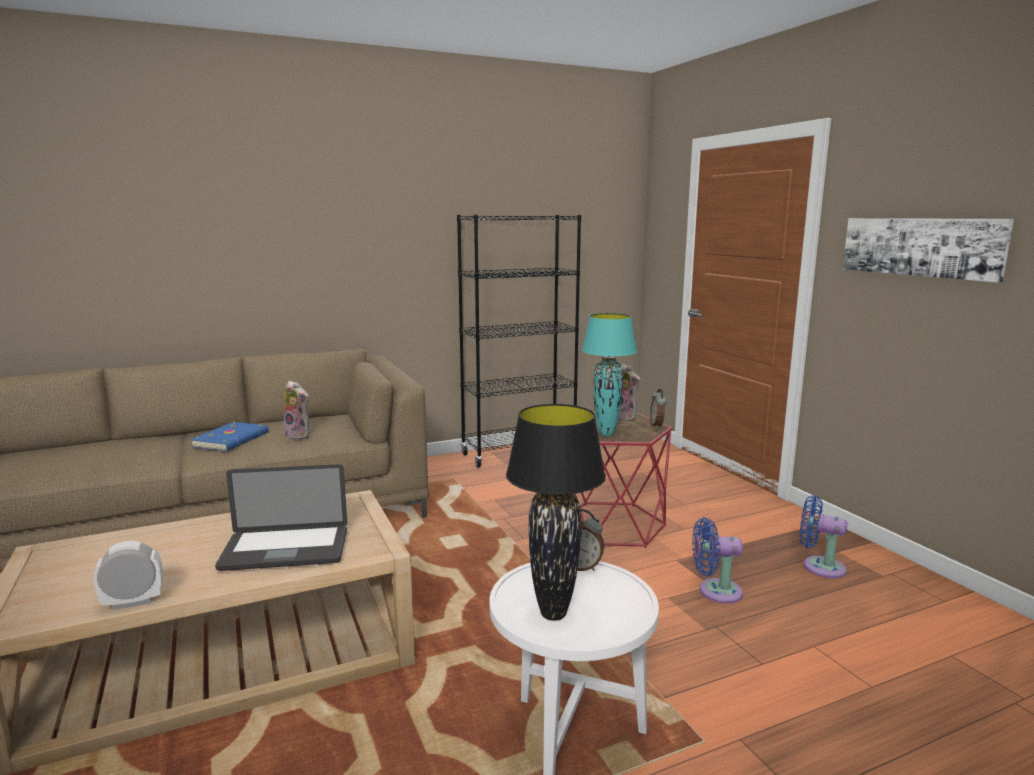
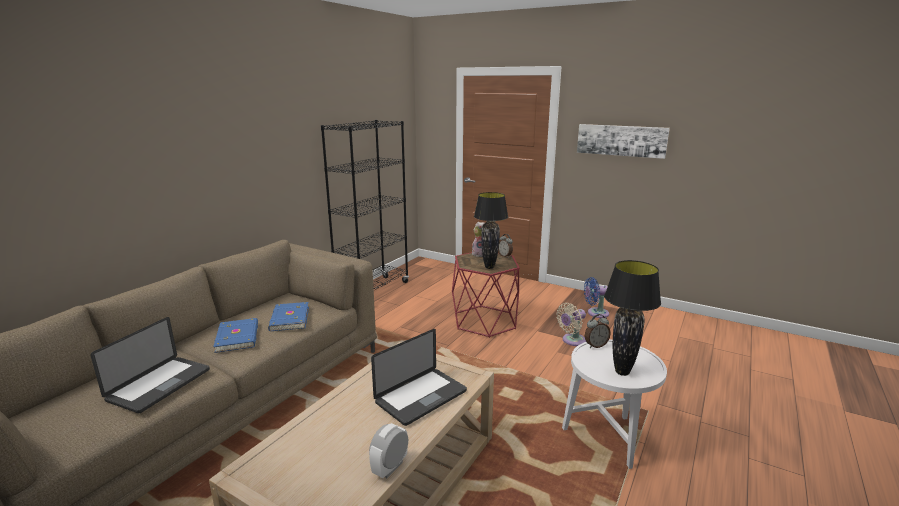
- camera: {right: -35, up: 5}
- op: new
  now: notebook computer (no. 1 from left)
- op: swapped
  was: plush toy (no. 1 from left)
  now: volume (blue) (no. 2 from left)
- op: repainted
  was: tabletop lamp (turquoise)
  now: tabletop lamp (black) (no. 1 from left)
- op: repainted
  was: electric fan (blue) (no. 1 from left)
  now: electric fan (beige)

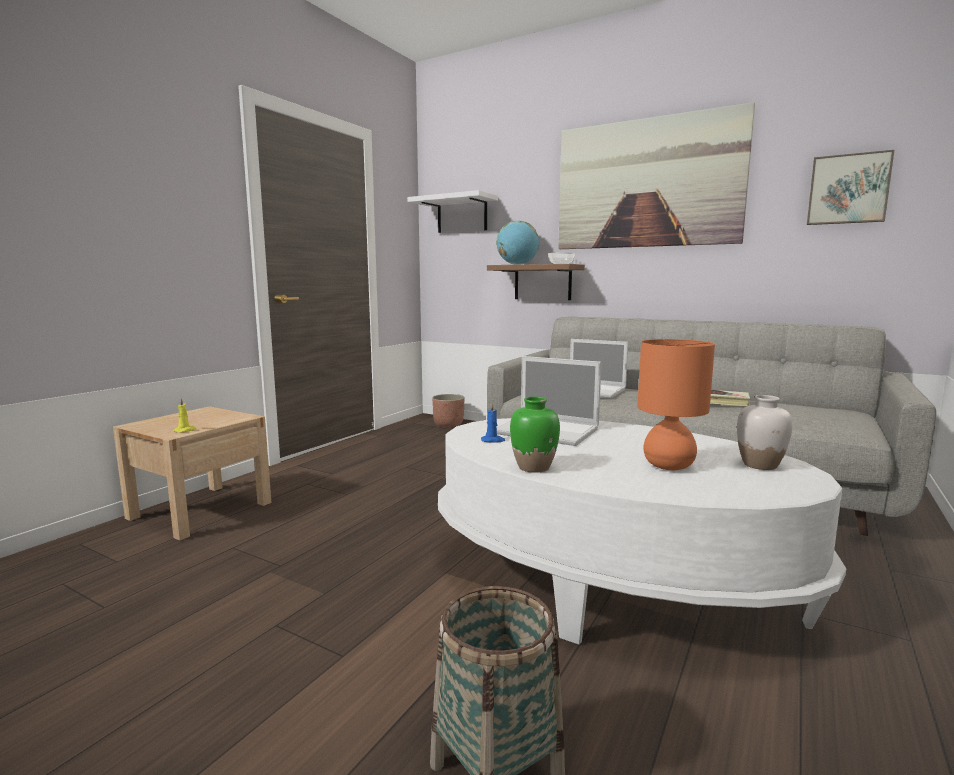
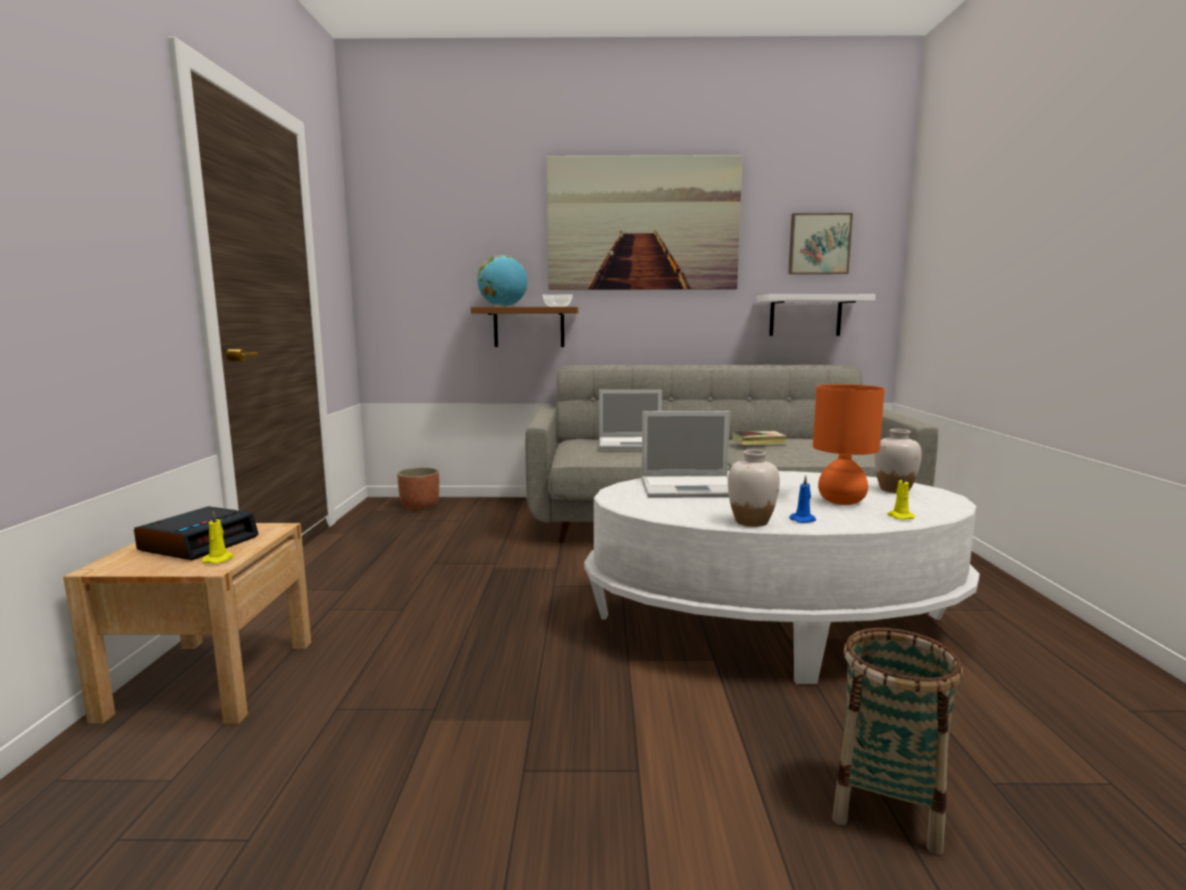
- camera: {right: -30, up: 0}
- op: new
  now: bedside clock
- op: new
  now: candle (yellowish) (no. 2 from left)
- op: shifted
  was: wall shelf (whitish)
- op: shifted
  was: candle (blue)
- op: repainted
  was: vase (green-coloured)
  now: vase (whitish) (no. 1 from left)

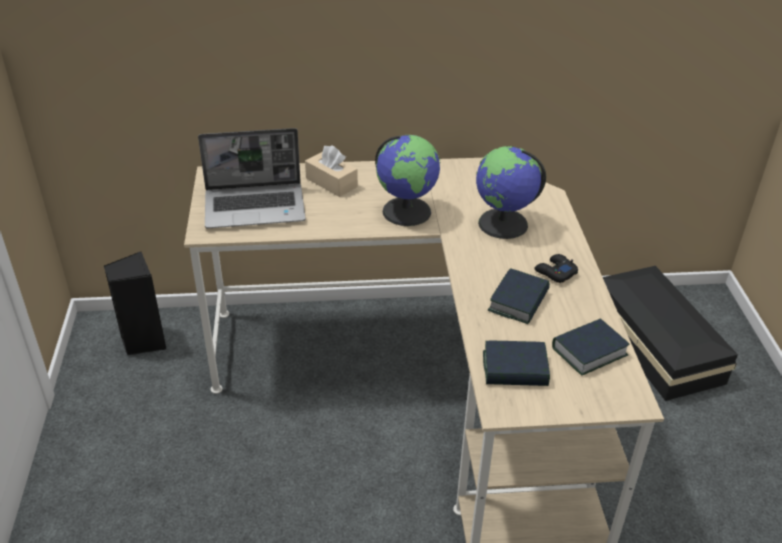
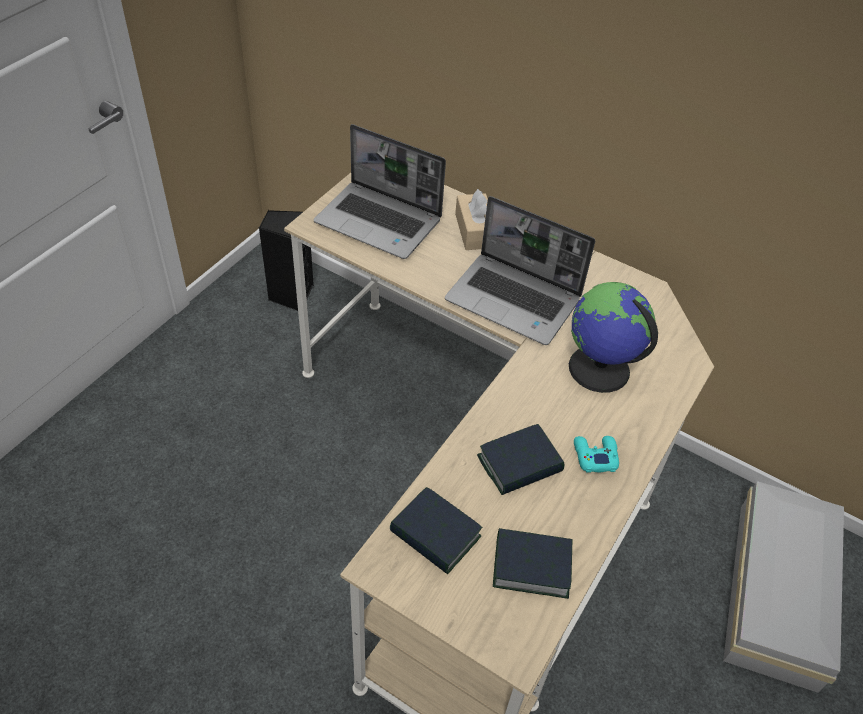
- camera: {right: 35, up: 10}
- op: swapped
  was: globe (no. 1 from left)
  now: notebook computer (no. 2 from left)
- op: repainted
  was: joypad (black)
  now: joypad (turquoise)
- op: repainted
  was: storage container (black)
  now: storage container (whitish)

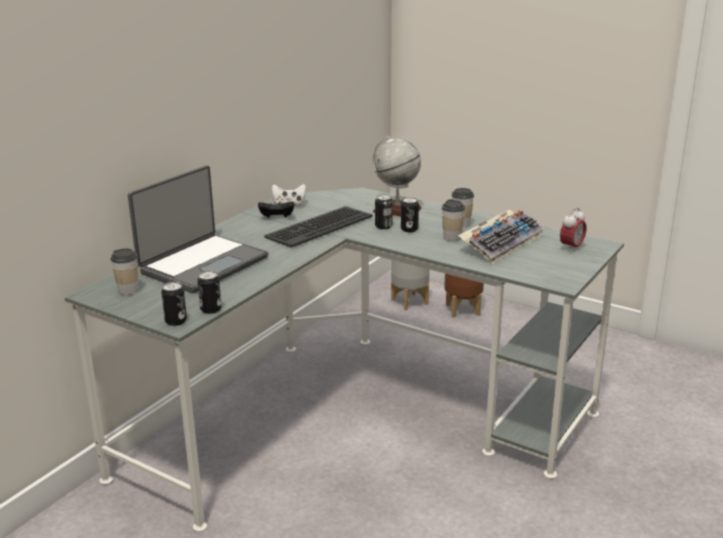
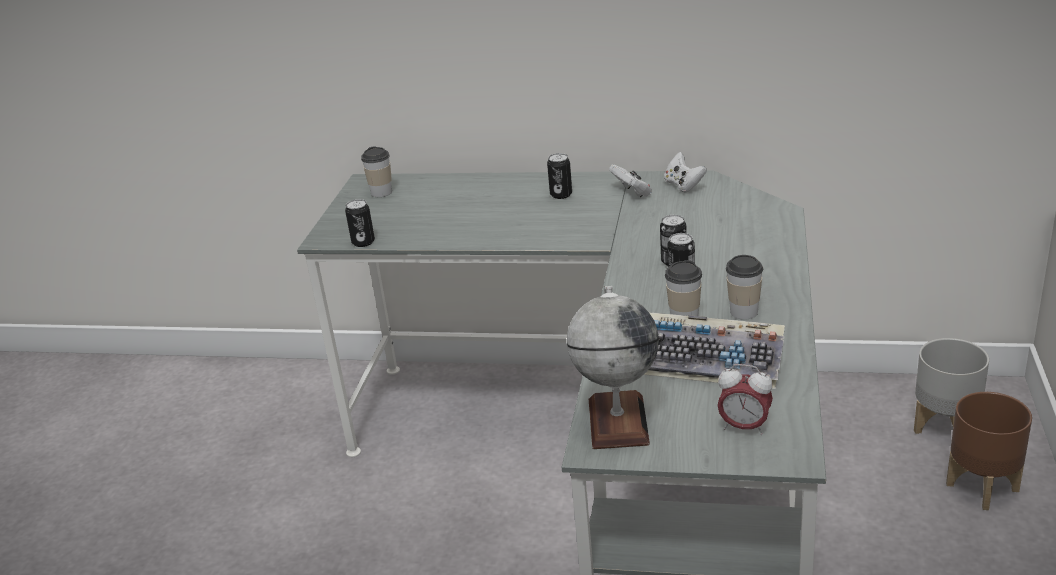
- camera: {right: 70, up: 5}
- op: gone
  was: notebook computer
- op: gone
  was: keyboard (no. 1 from left)
- op: shifted
  was: sealed can (no. 1 from left in the first image)
  now: sealed can (no. 2 from left)
- op: shifted
  was: globe
- op: repainted
  was: joypad (black)
  now: joypad (whitish) (no. 1 from left)

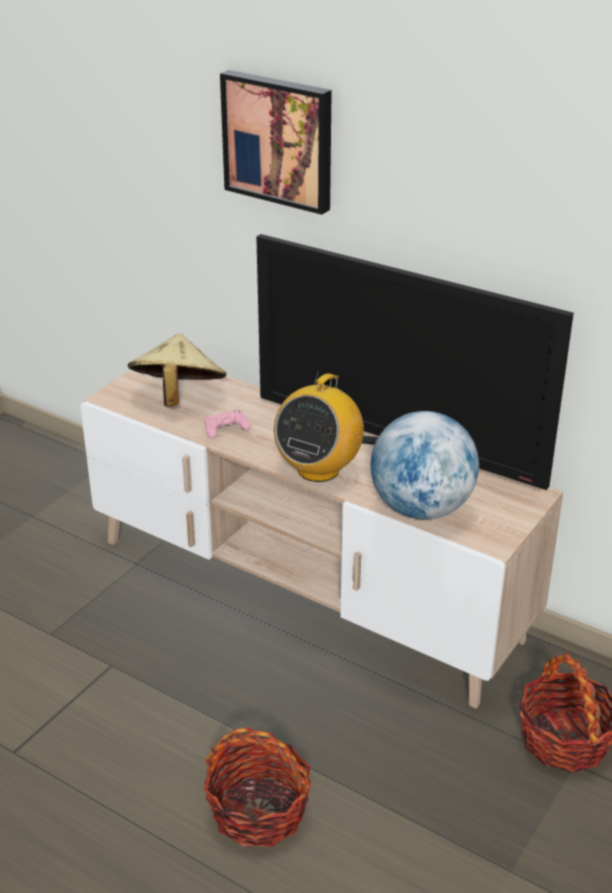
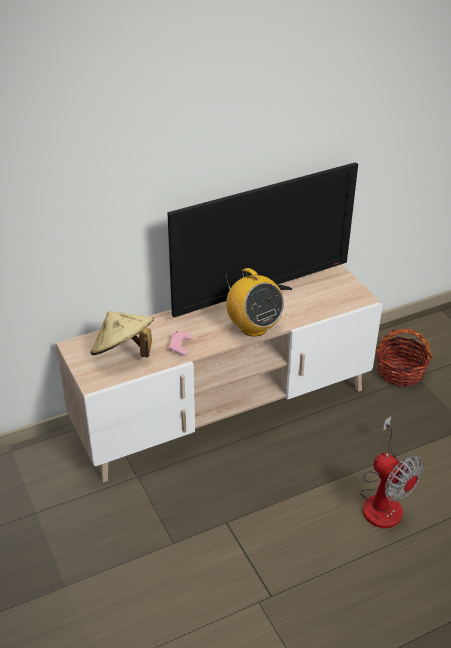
- camera: {right: -60, up: 5}
- op: gone
  was: wall picture
- op: gone
  was: globe
- op: swapped
  was: basket (no. 1 from left)
  now: electric fan

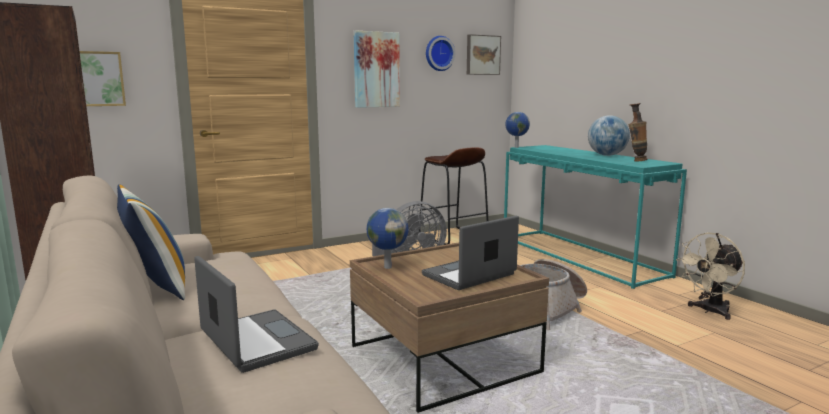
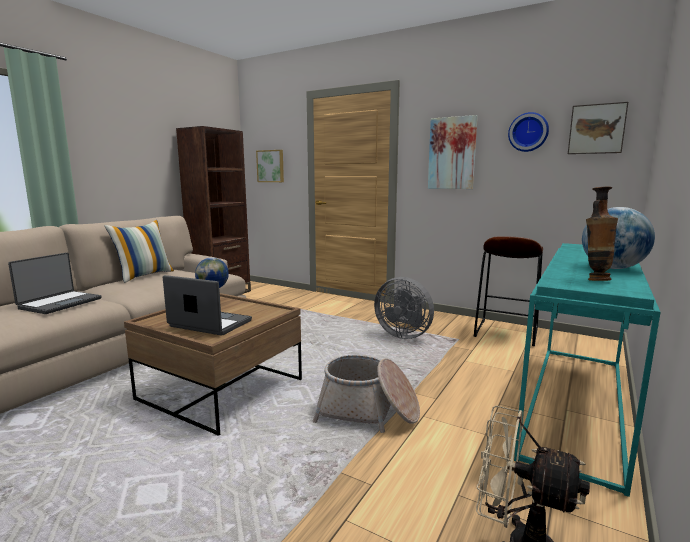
- camera: {right: 60, up: 0}
- op: gone
  was: globe (no. 2 from left)

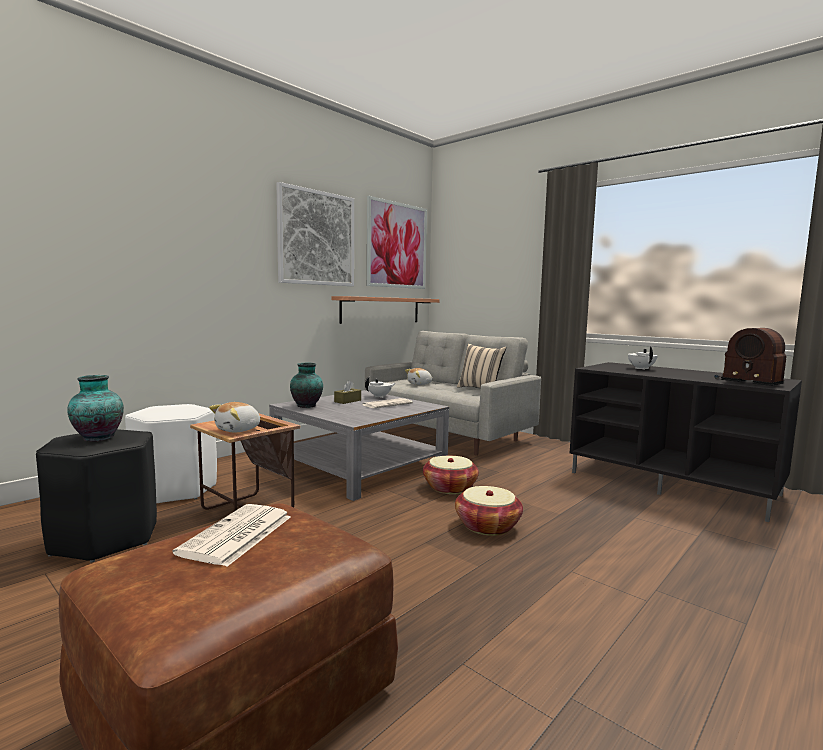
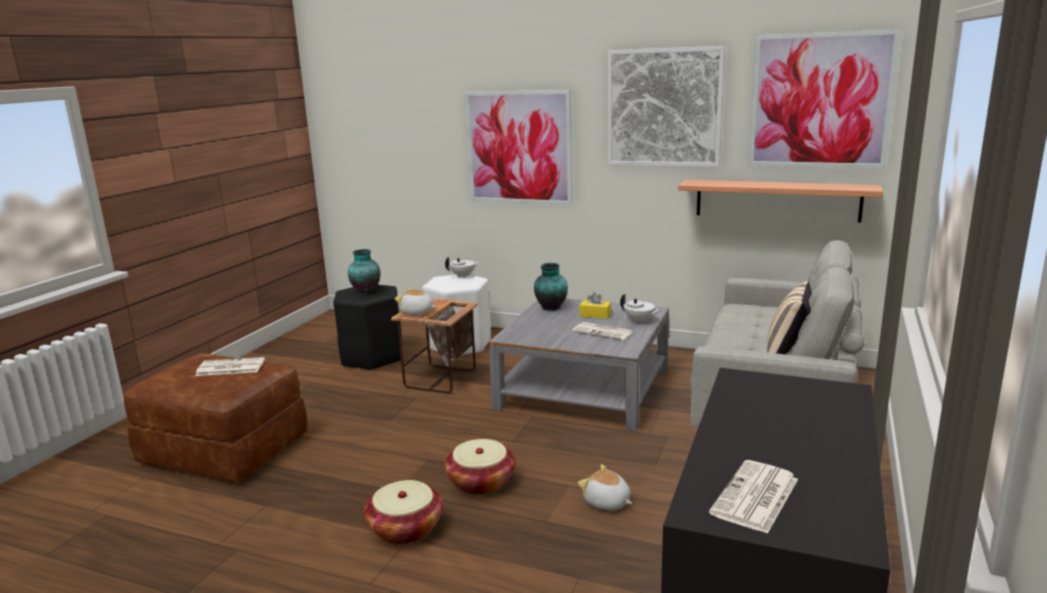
- camera: {right: 70, up: 10}
- op: new
  now: wall picture (no. 1 from left)
- op: shifted
  was: plush toy (no. 2 from left)
- op: shifted
  was: basket (no. 1 from left)
- op: shifted
  was: teapot (whitish) (no. 2 from left in the first image)
  now: teapot (whitish) (no. 1 from left)
- op: swapped
  was: radio receiver
  now: newspaper (no. 3 from left)
- op: repainted
  was: tissue box (brown)
  now: tissue box (yellowish)

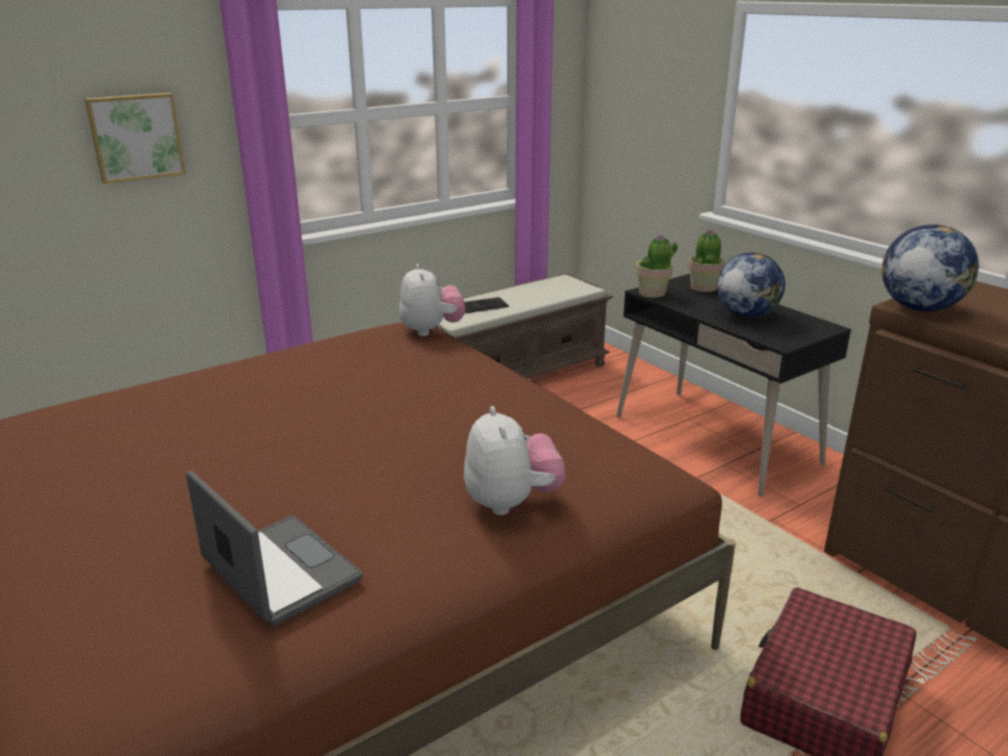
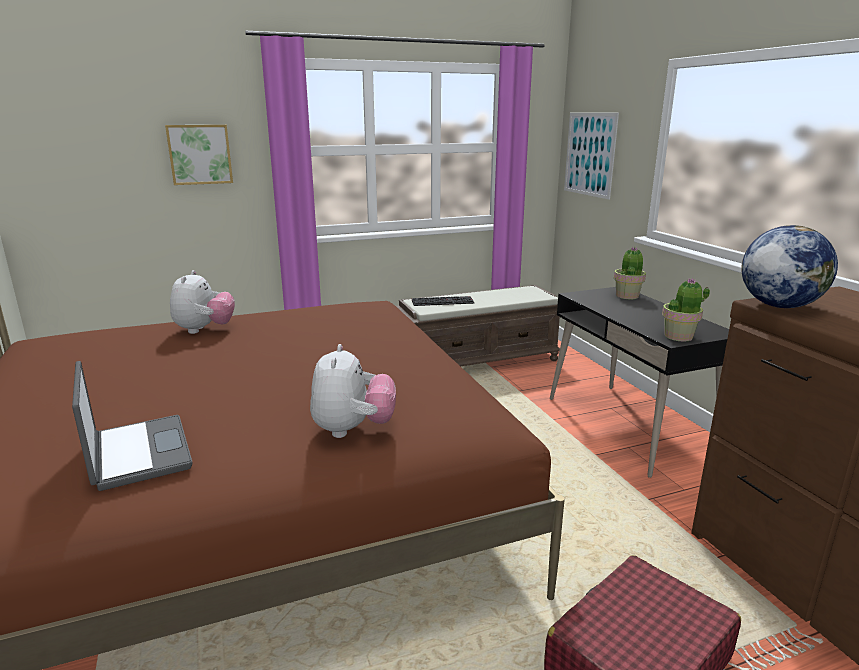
- camera: {right: 15, up: -5}
- op: gone
  was: globe (no. 1 from left)
- op: new
  now: wall picture (no. 2 from left)
- op: shifted
  was: plush toy (no. 1 from left)
- op: shifted
  was: plant in a pot (no. 1 from left in the first image)
  now: plant in a pot (no. 2 from left)

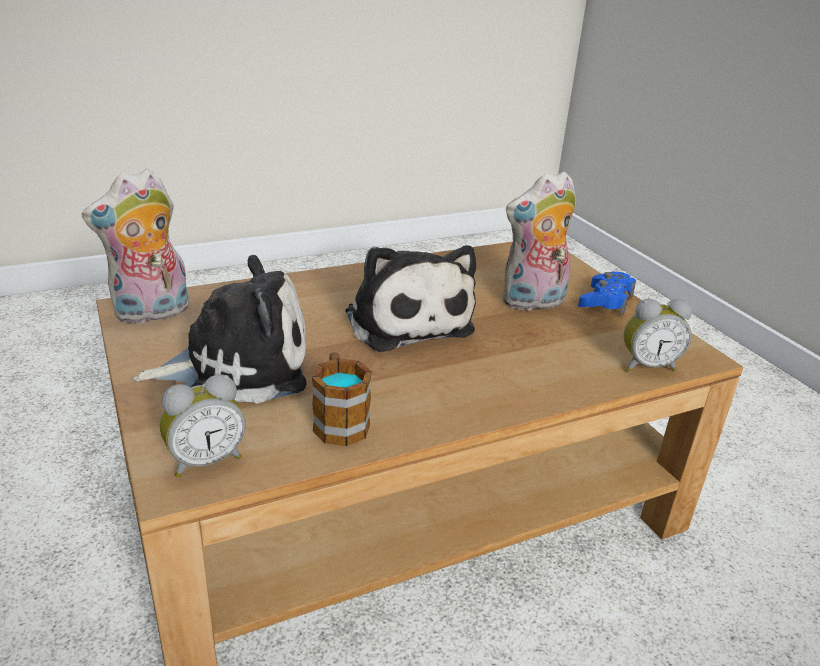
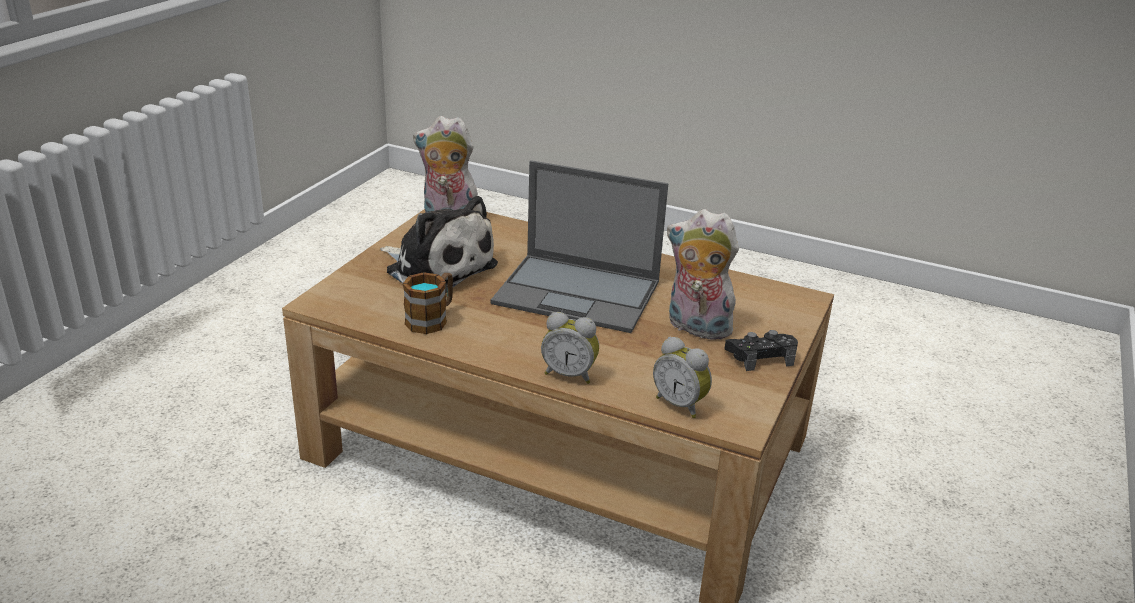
- camera: {right: 50, up: 0}
- op: shifted
  was: bedside clock (no. 1 from left)
- op: swapped
  was: plush toy (no. 3 from left)
  now: notebook computer
- op: repainted
  was: joypad (blue)
  now: joypad (black)

